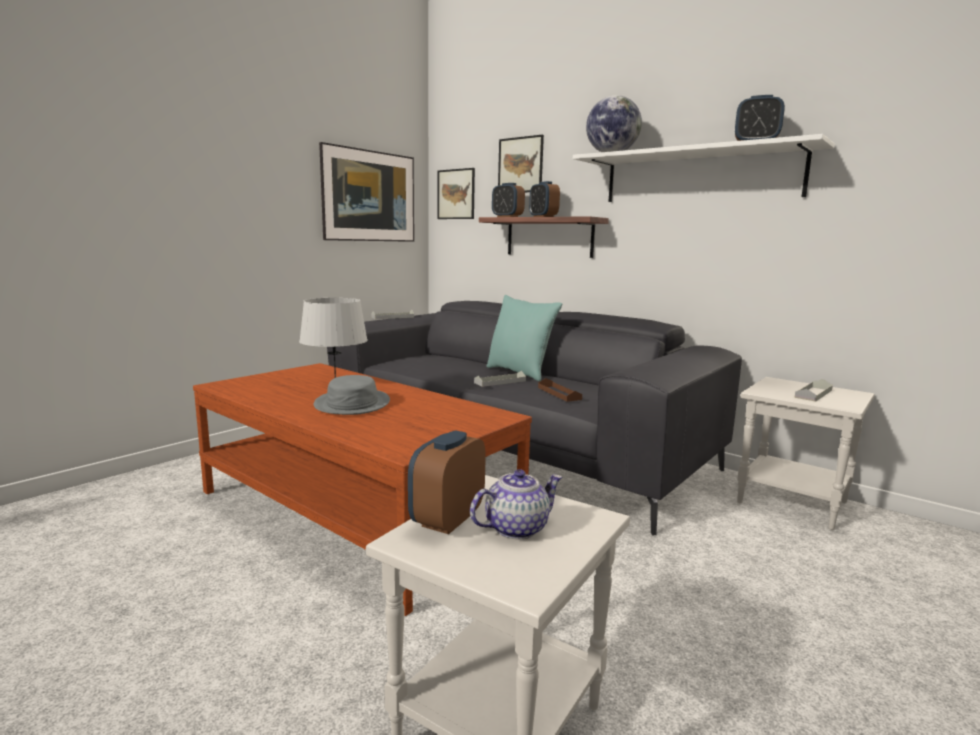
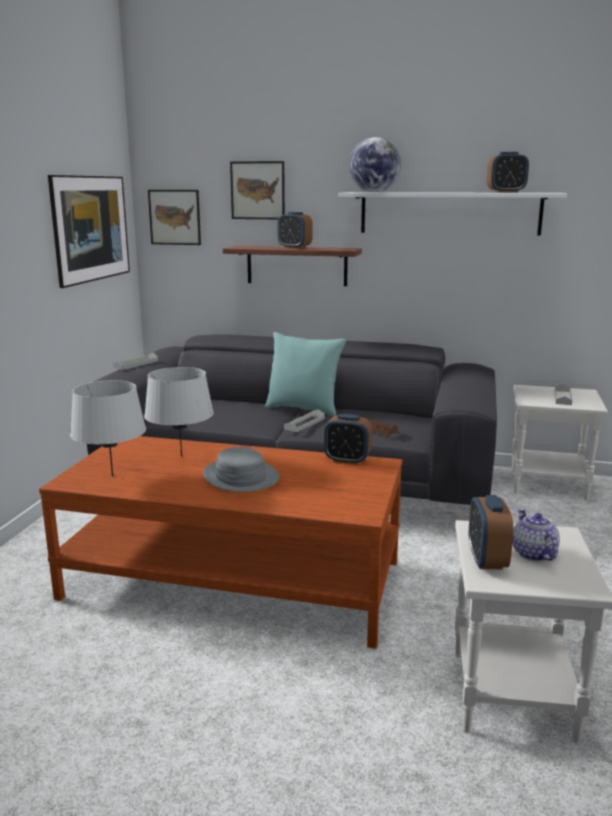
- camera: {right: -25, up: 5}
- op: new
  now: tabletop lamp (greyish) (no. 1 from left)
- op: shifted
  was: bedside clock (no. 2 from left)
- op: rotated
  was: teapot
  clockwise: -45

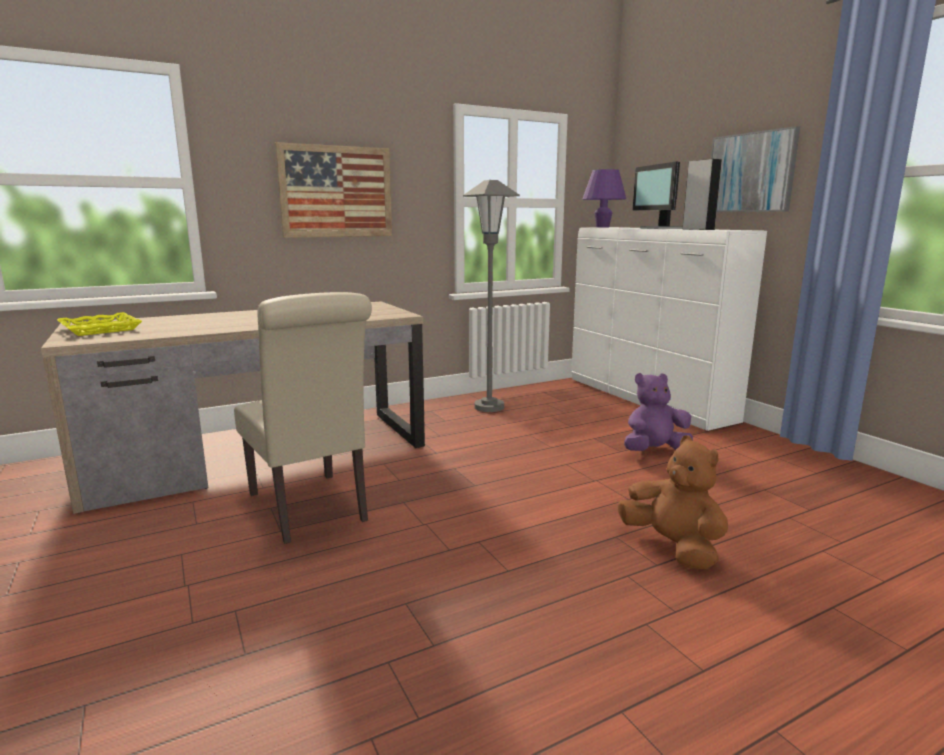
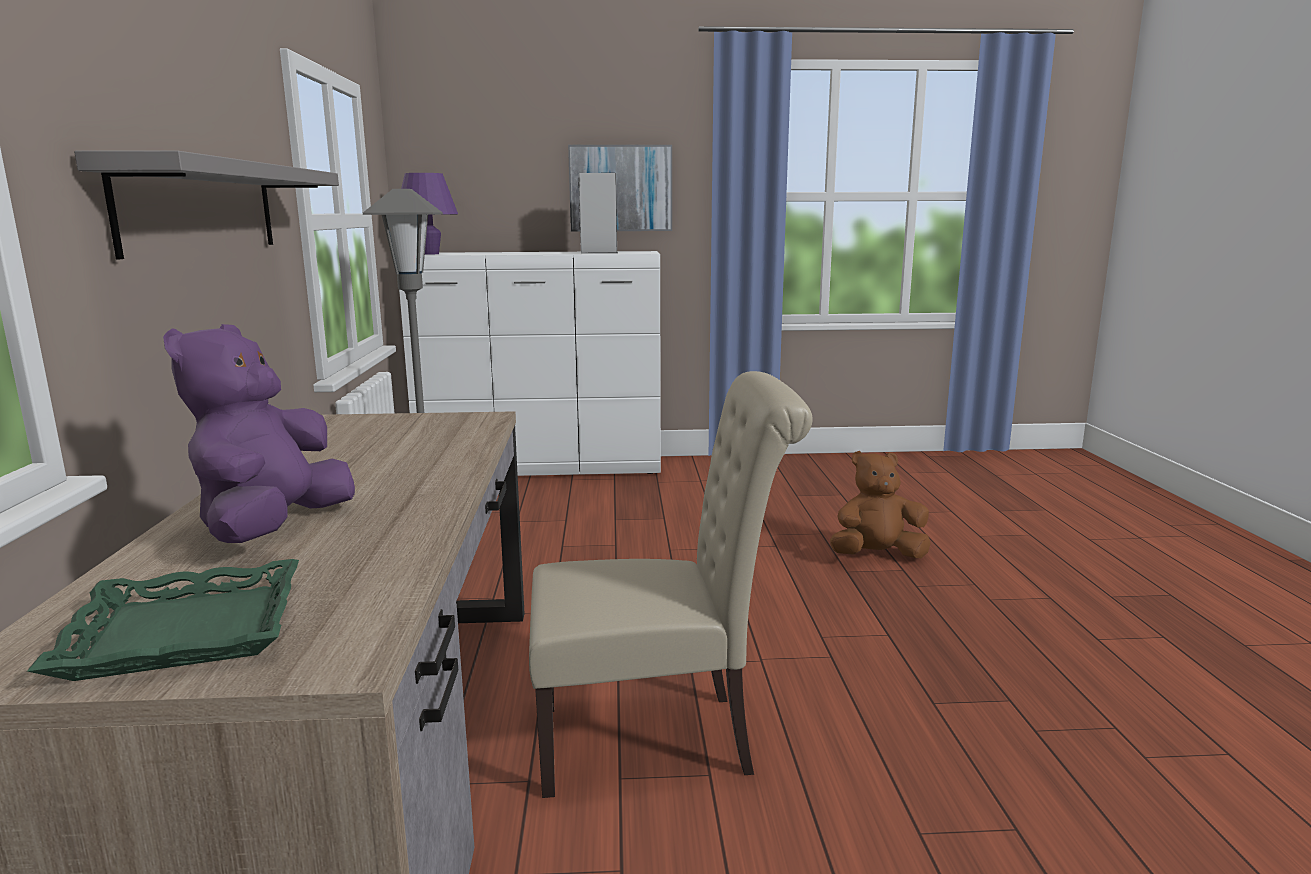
- camera: {right: -65, up: 0}
- op: gone
  was: computer screen
- op: shifted
  was: plush toy (purple)
- op: swapped
  was: wall picture (no. 1 from left)
  now: wall shelf (greyish)
- op: repainted
  was: serving tray (yellowish)
  now: serving tray (green-coloured)

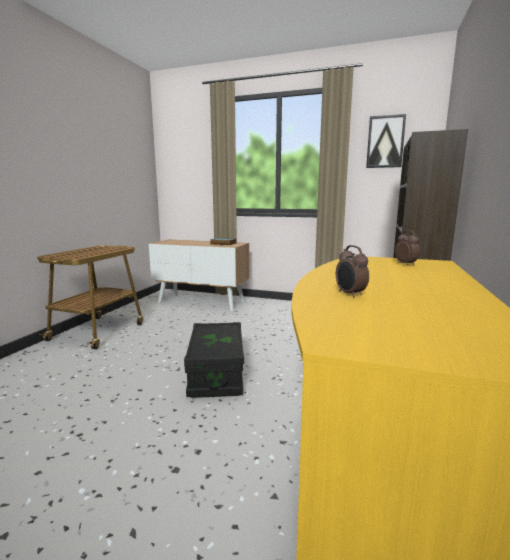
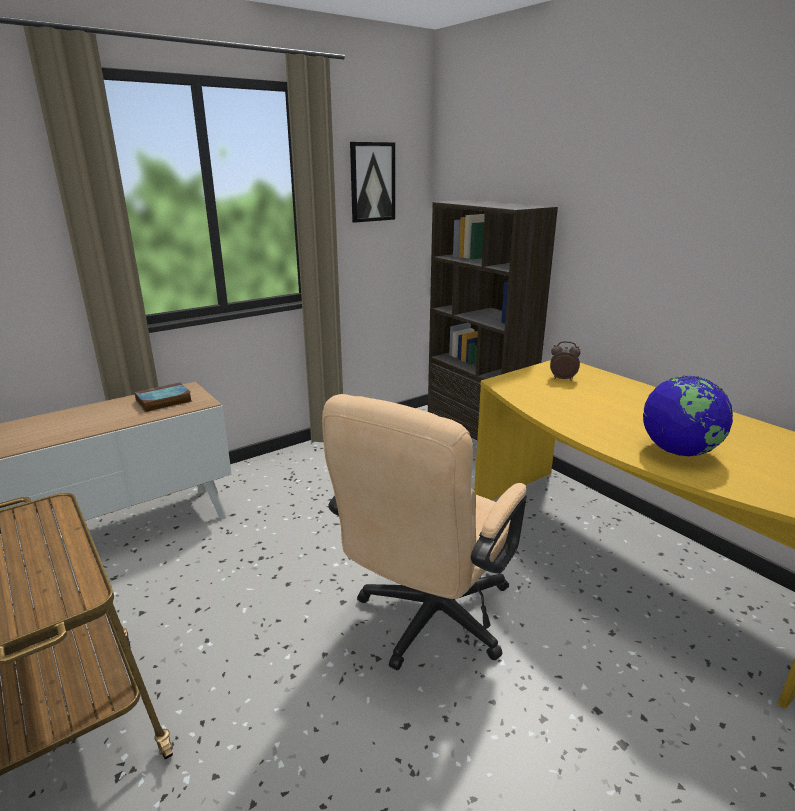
- camera: {right: -55, up: 10}
- op: swapped
  was: storage container (black)
  now: desk chair (beige)
- op: swapped
  was: bedside clock (no. 1 from left)
  now: globe

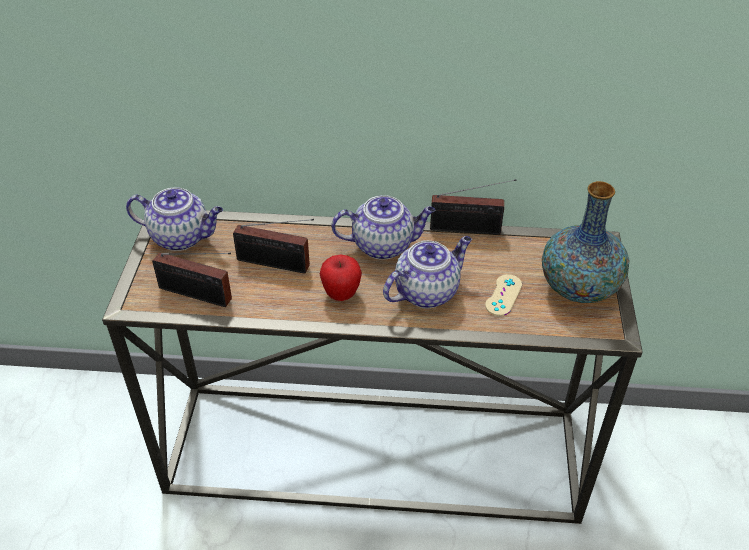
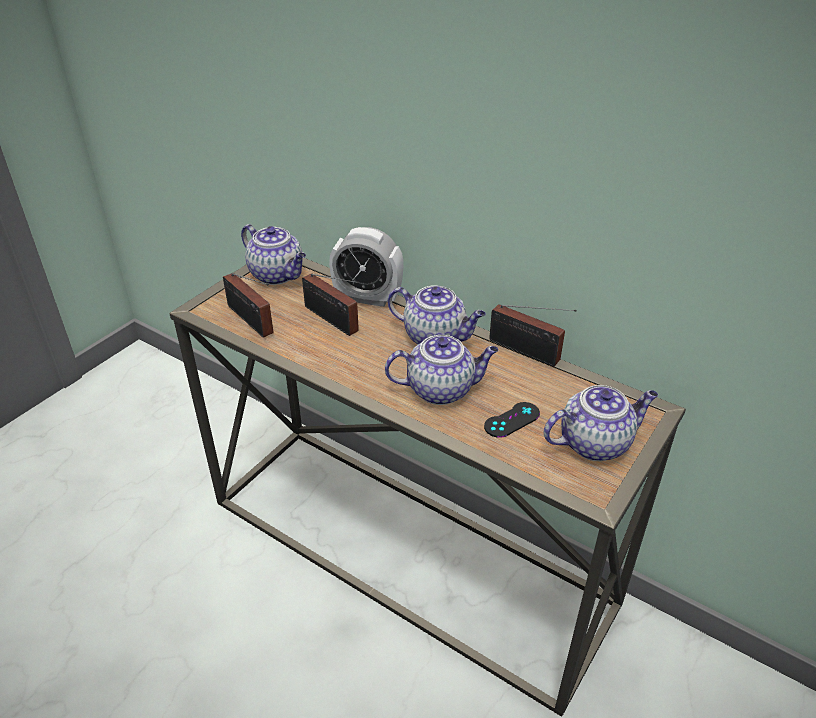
- camera: {right: 30, up: -5}
- op: gone
  was: whole apple
- op: new
  now: bedside clock
- op: swapped
  was: vase
  now: teapot (no. 4 from left)
- op: repainted
  was: joypad (beige)
  now: joypad (black)

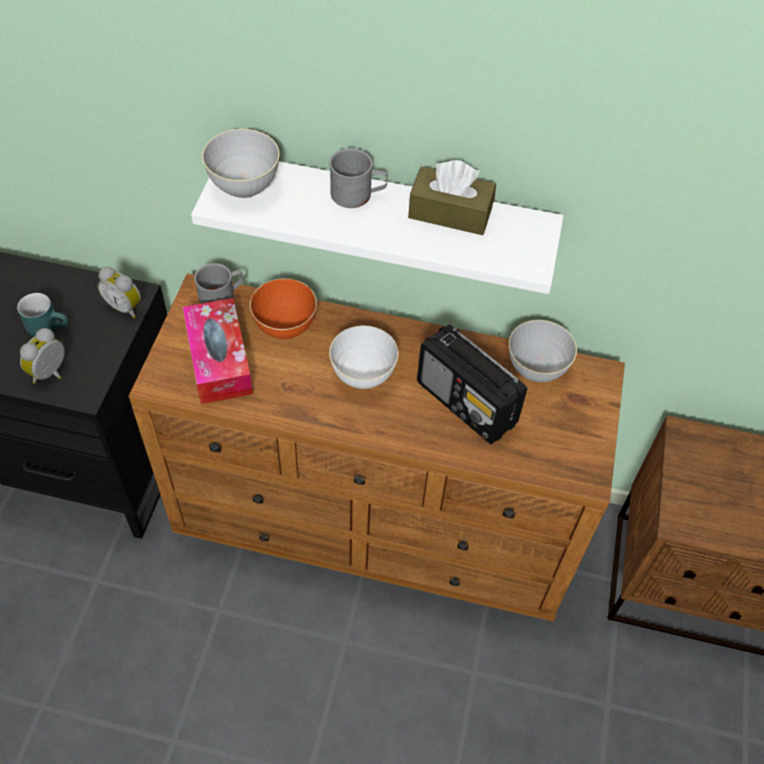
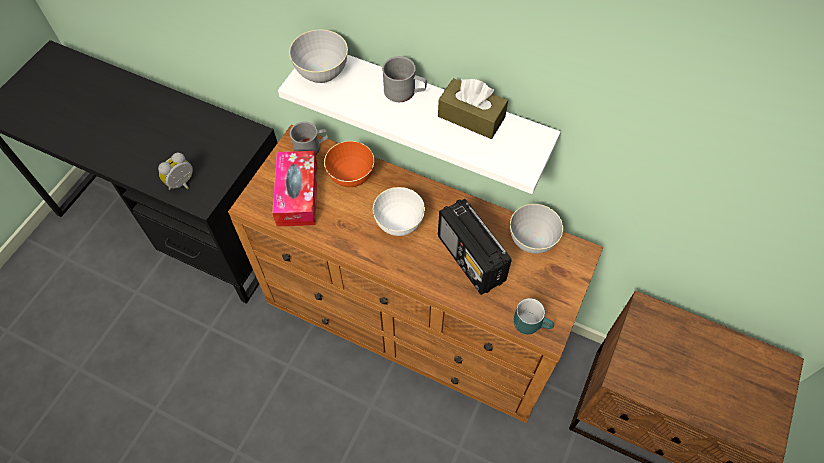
- camera: {right: 15, up: 5}
- op: gone
  was: bedside clock (no. 2 from left)
- op: shifted
  was: tea mug (turquoise)

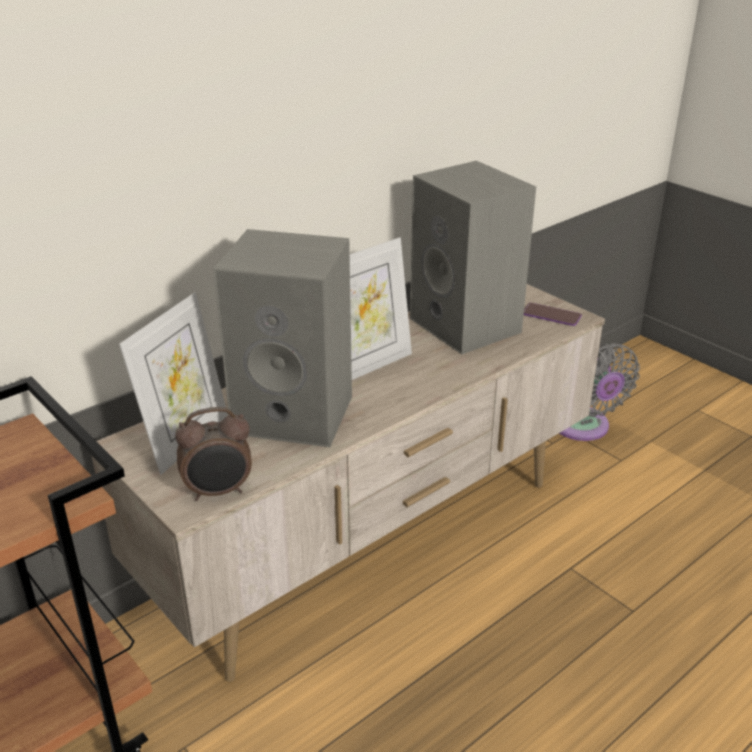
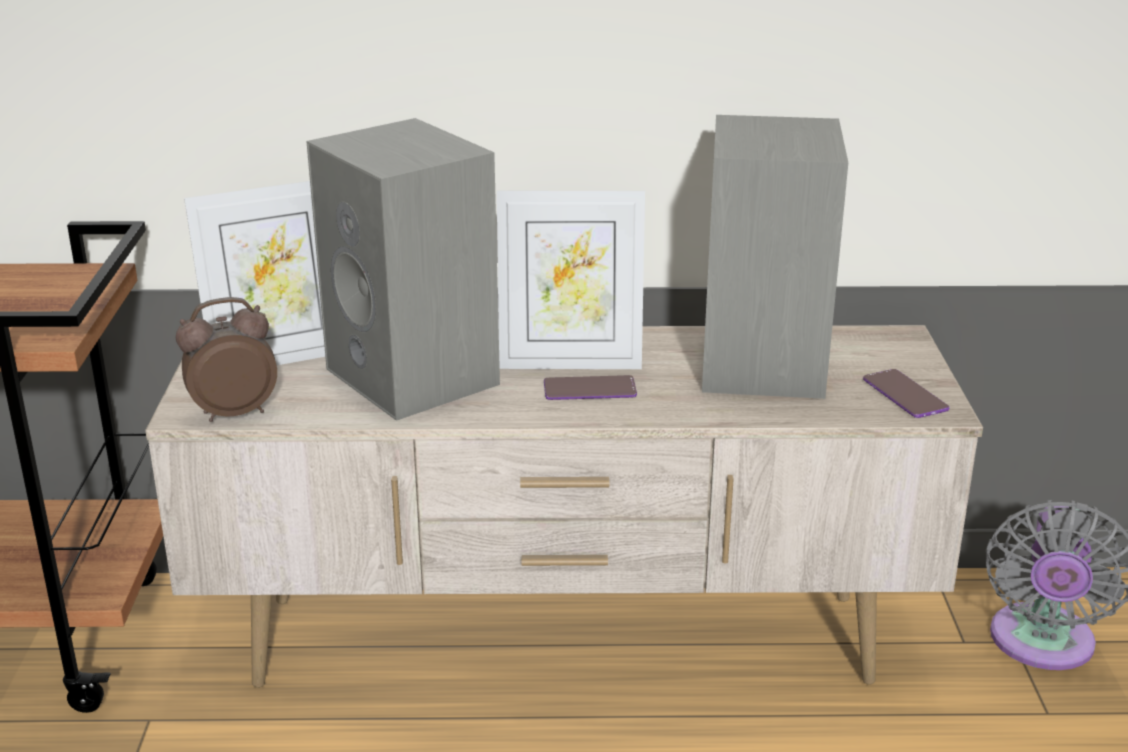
- camera: {right: 40, up: -5}
- op: new
  now: phone (no. 1 from left)
- op: rotated
  was: bedside clock
  clockwise: 135

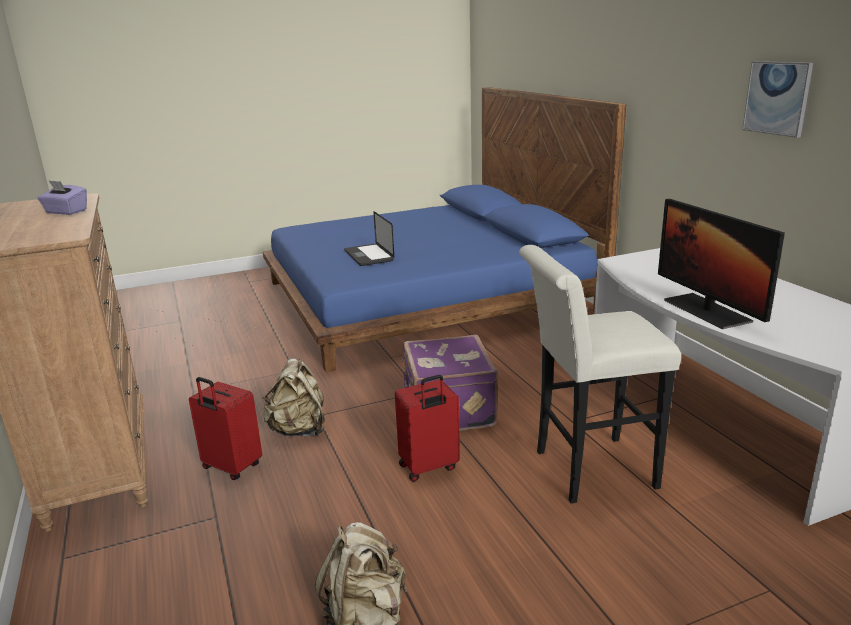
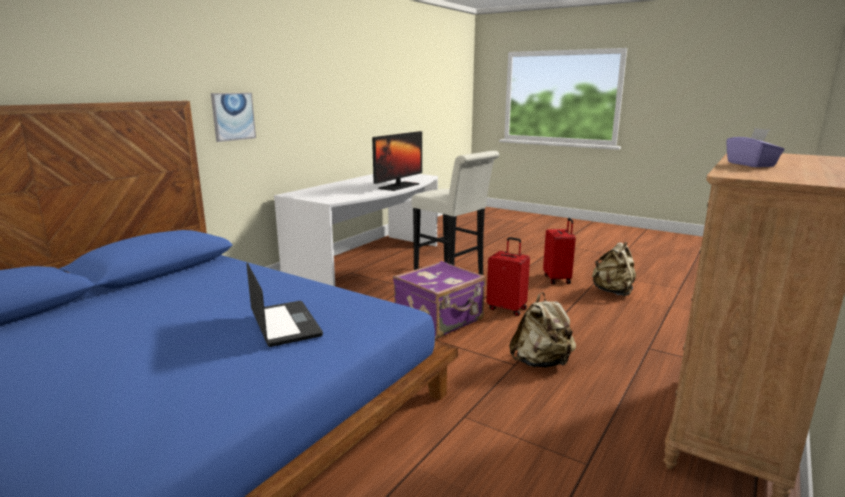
- camera: {right: -125, up: -5}
- op: shifted
  was: travel case (red-coloured) (no. 1 from left in the first image)
  now: travel case (red-coloured) (no. 2 from left)
- op: shifted
  was: wall picture
- op: rotated
  was: notebook computer
  clockwise: -60

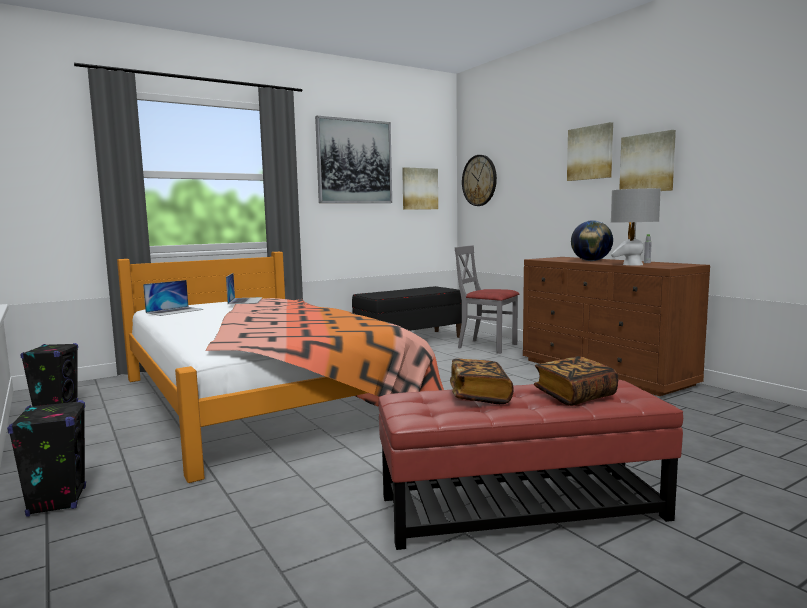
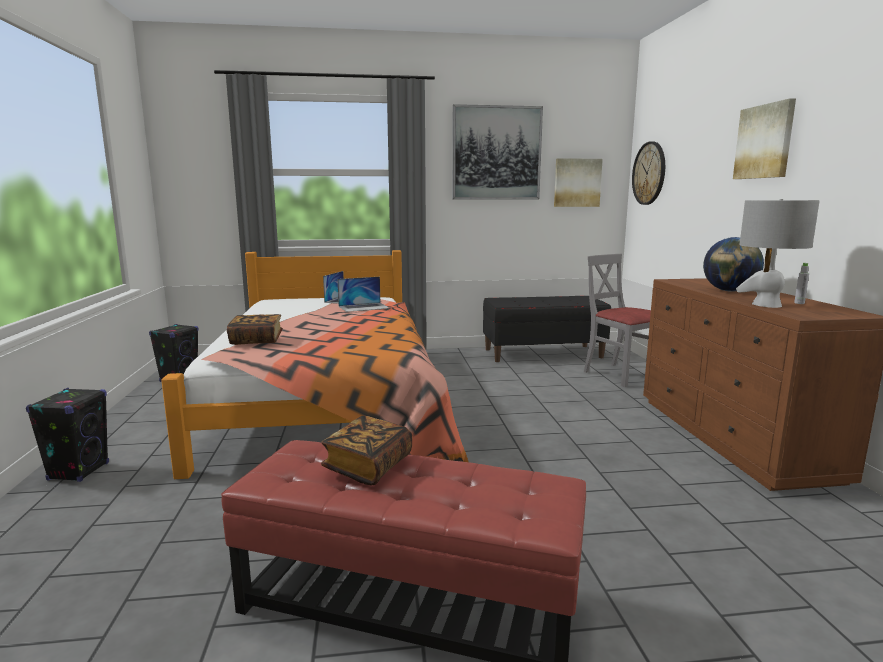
- camera: {right: 25, up: 5}
- op: gone
  was: wall picture (no. 4 from left)
- op: shifted
  was: notebook computer (no. 1 from left in the first image)
  now: notebook computer (no. 2 from left)
- op: shifted
  was: volume (no. 2 from left in the first image)
  now: volume (no. 1 from left)

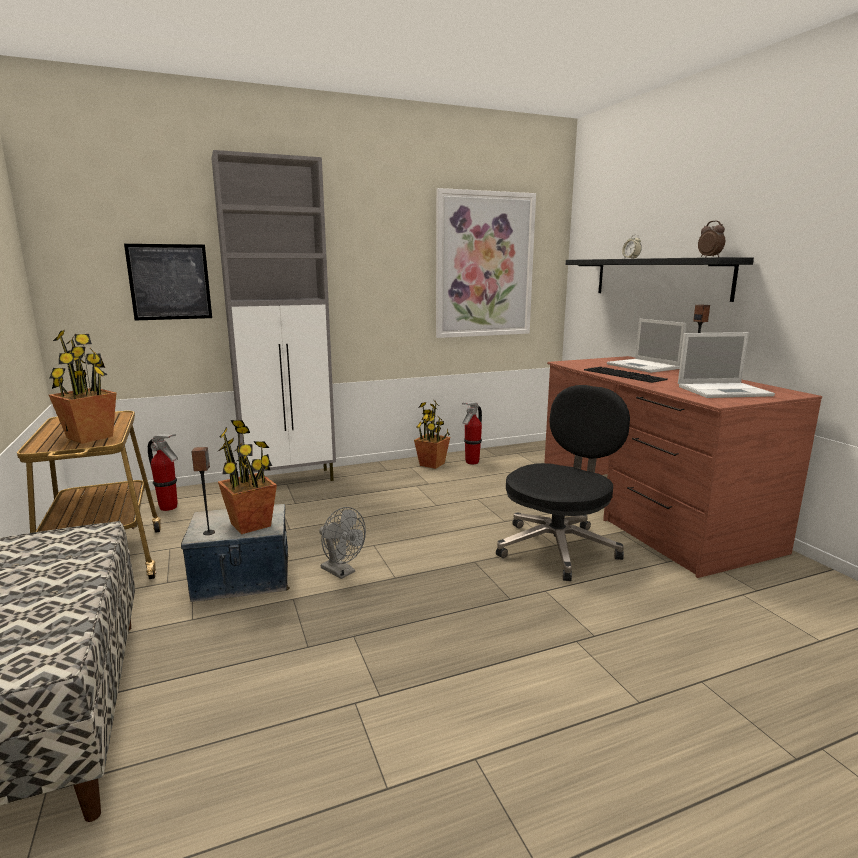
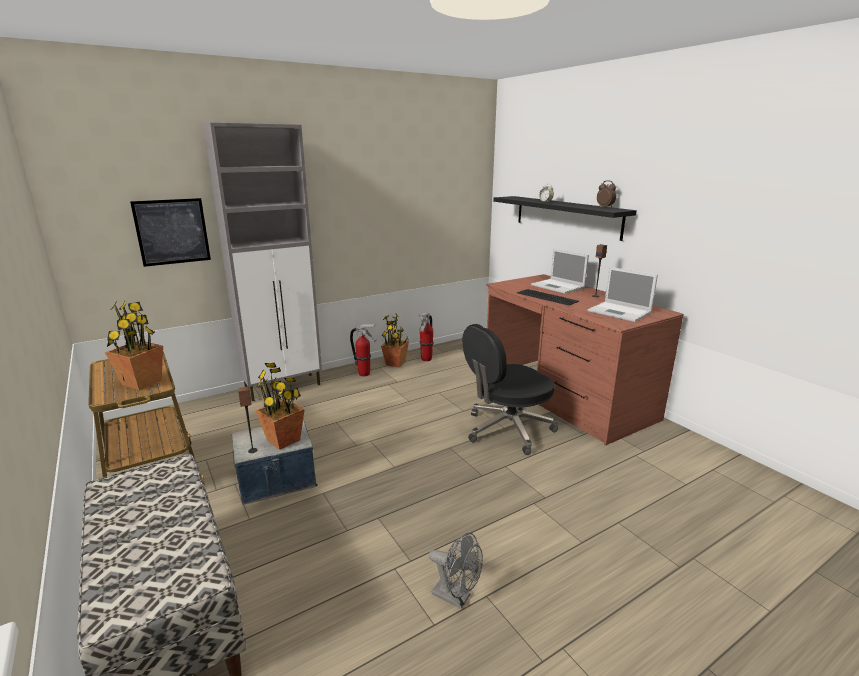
- camera: {right: -10, up: 5}
- op: gone
  was: wall picture (no. 2 from left)
- op: shifted
  was: fire-fighting cylinder (no. 1 from left)
- op: shifted
  was: electric fan (greyish)
- op: rotated
  was: desk chair (black)
  clockwise: -150
- op: rotated
  was: notebook computer (no. 2 from left)
  clockwise: 60

